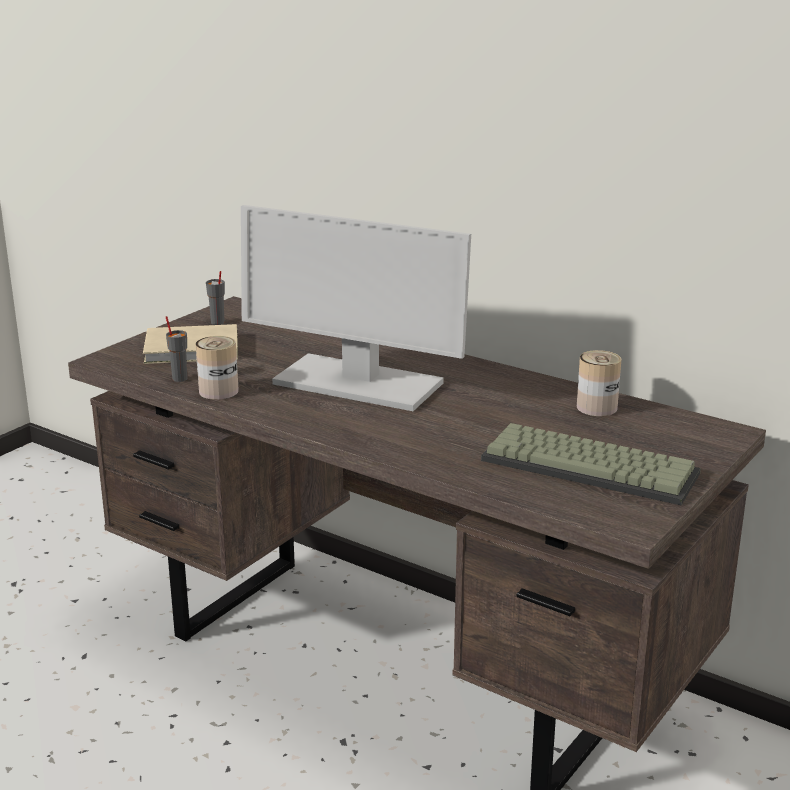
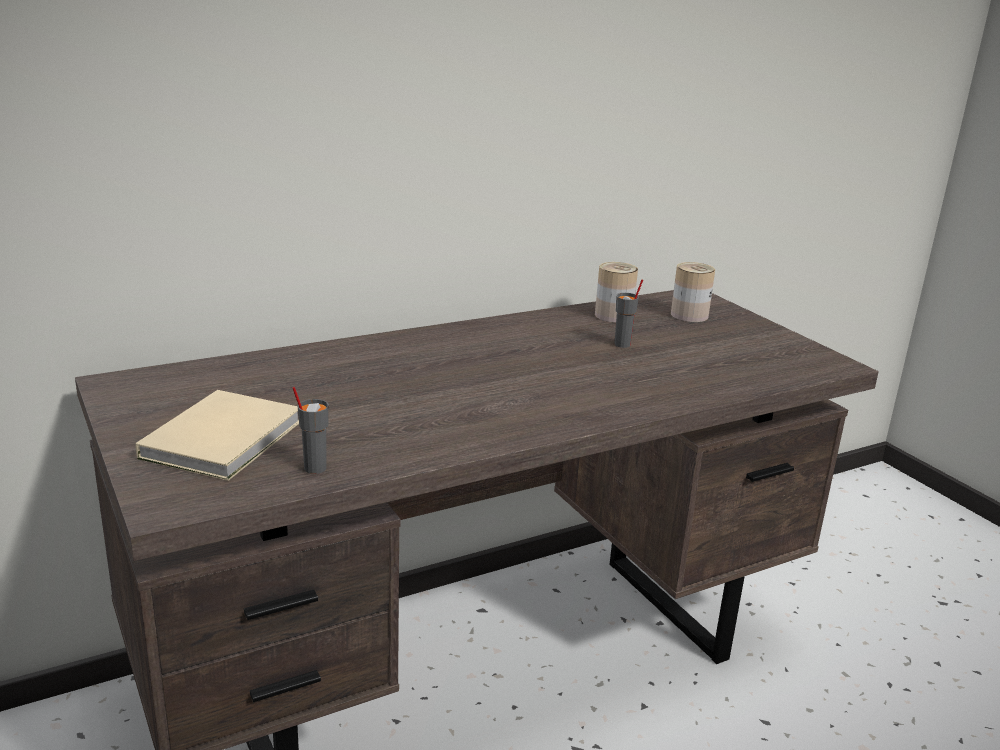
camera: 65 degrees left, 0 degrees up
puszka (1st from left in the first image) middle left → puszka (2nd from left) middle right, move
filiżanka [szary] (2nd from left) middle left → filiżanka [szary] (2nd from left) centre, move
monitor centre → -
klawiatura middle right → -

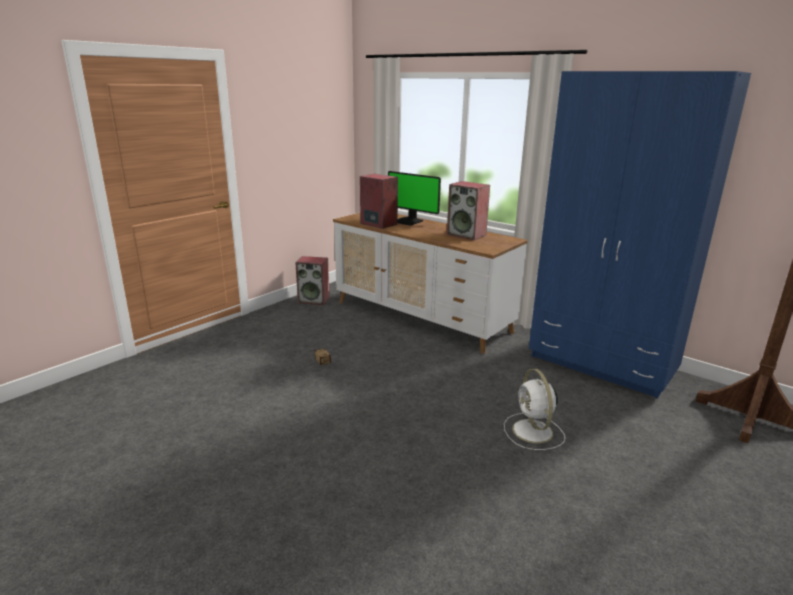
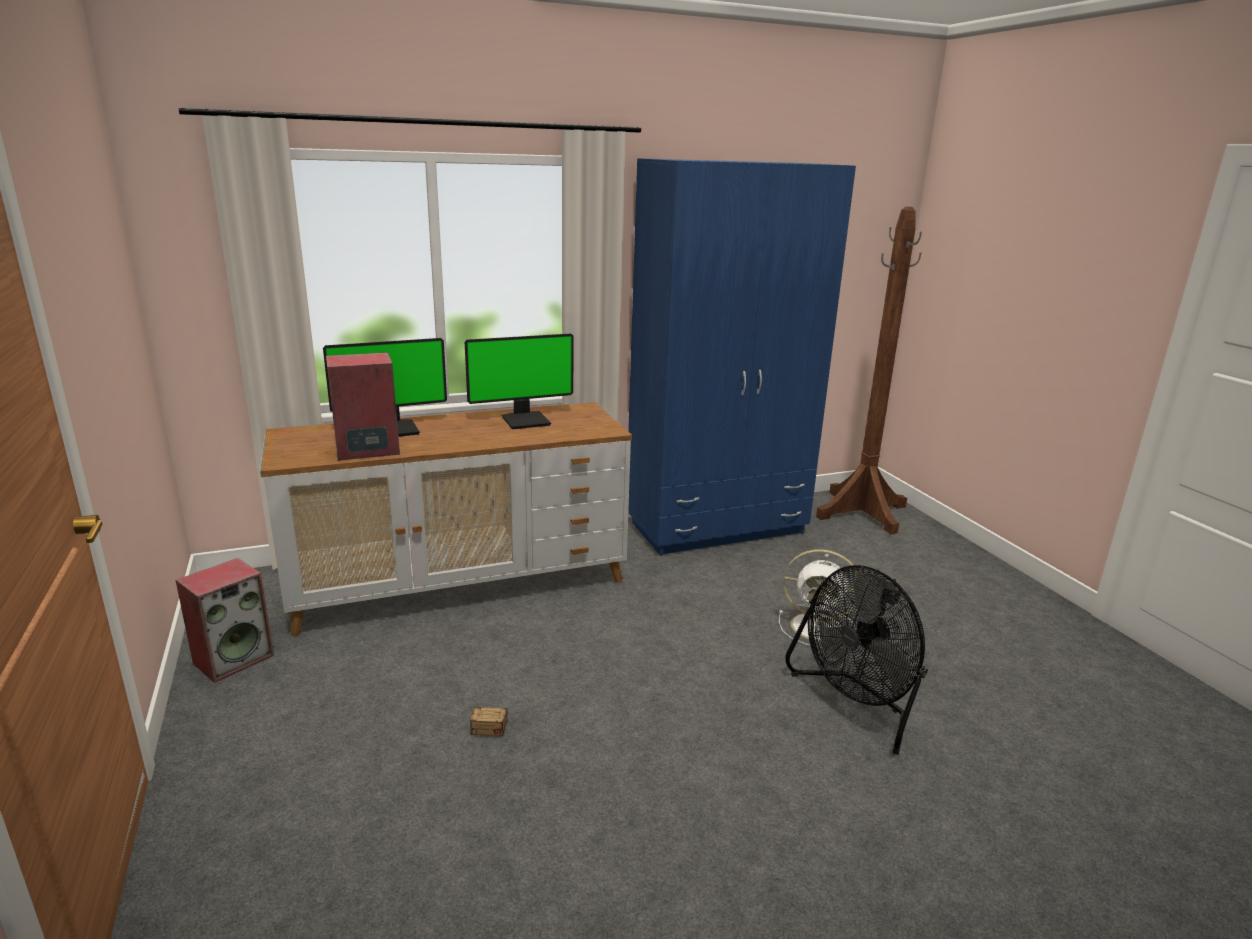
camera: 60 degrees left, 0 degrees up
głośnik (3rd from left) centre → monitor (2nd from left) centre
- → wentylator [czarny] bottom right

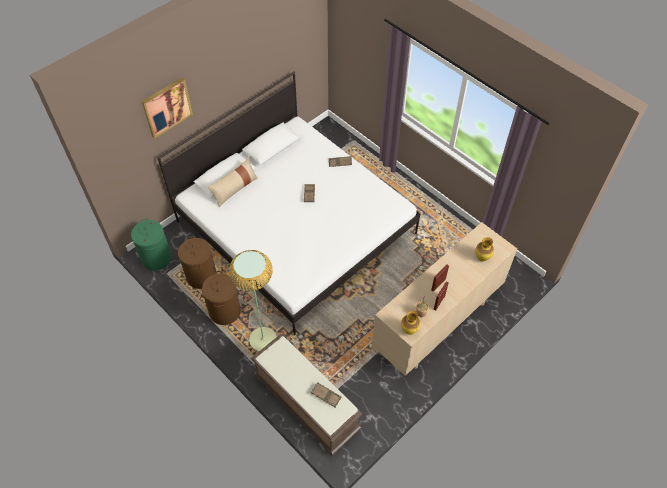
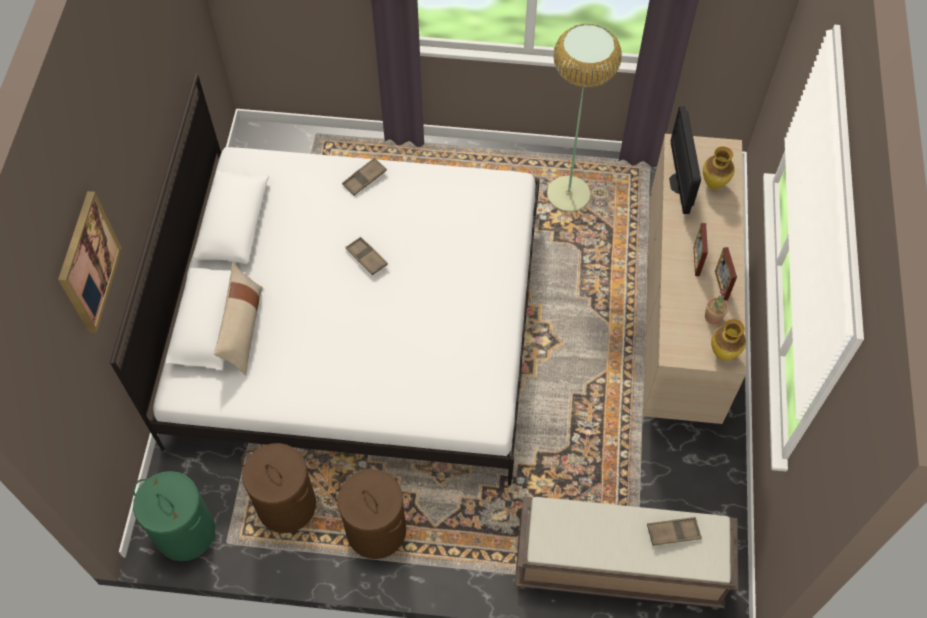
camera: 40 degrees left, 5 degrees up
lampa stojąca centre → lampa stojąca top centre, move
- → monitor top right

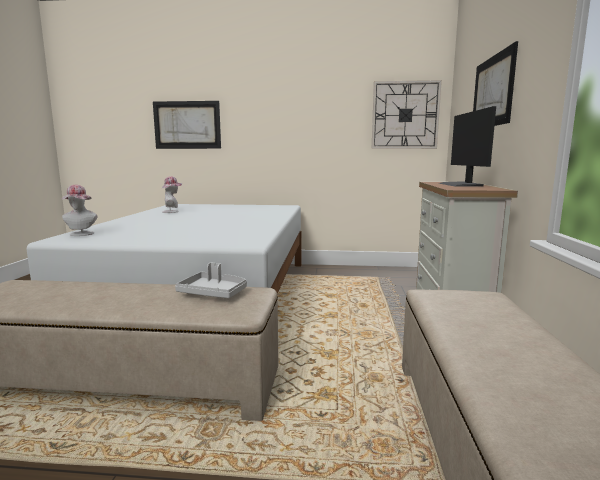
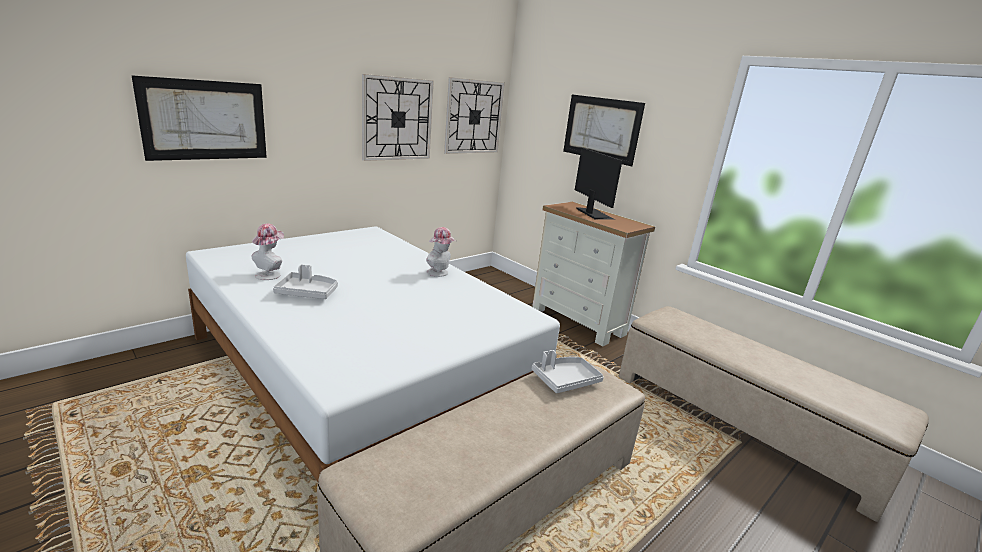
camera: 50 degrees left, 10 degrees up
kapelusz (1st from left in the first image) middle left → kapelusz (2nd from left) centre, move
monitor top right → monitor centre, 150 degrees counterclockwise
- → taca [szary] (1st from left) middle left
- → zegar ścienny (1st from left) top centre

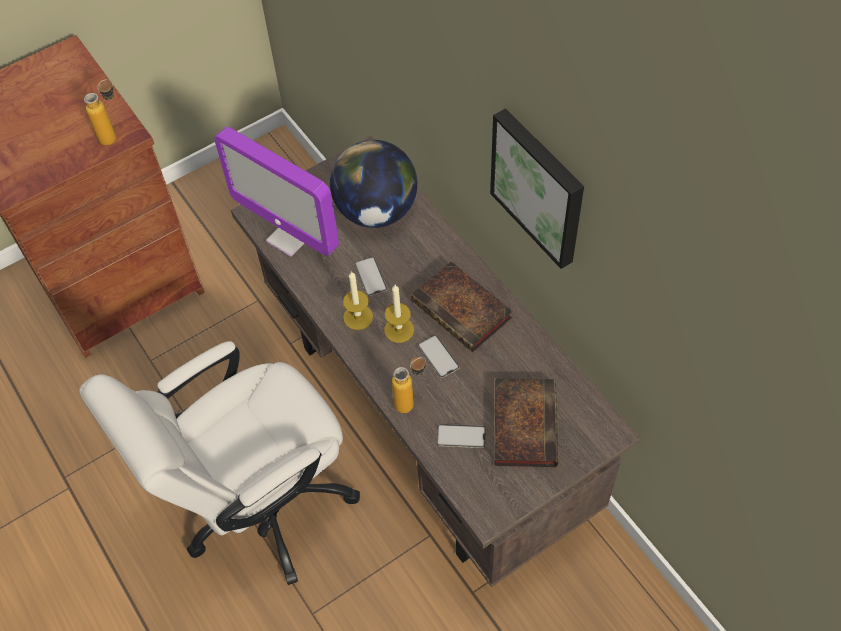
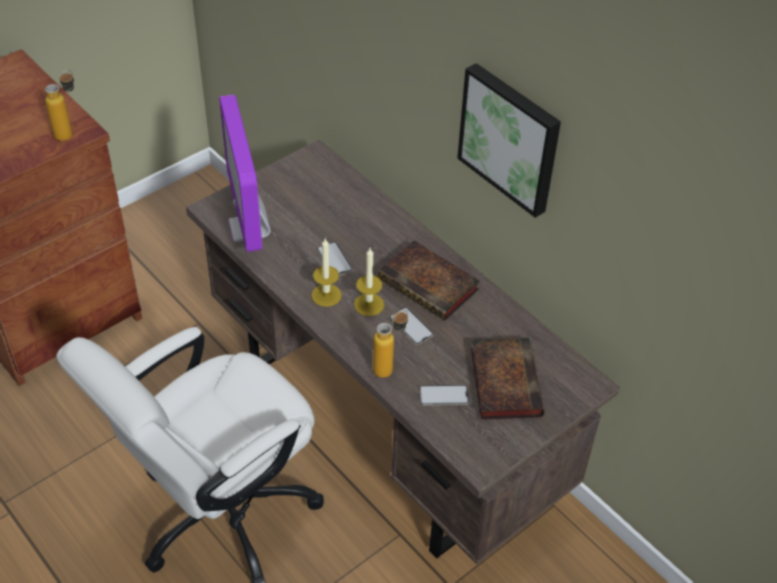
camera: 10 degrees left, 10 degrees down
monitor top left, 45 degrees clockwise
globus top centre → -

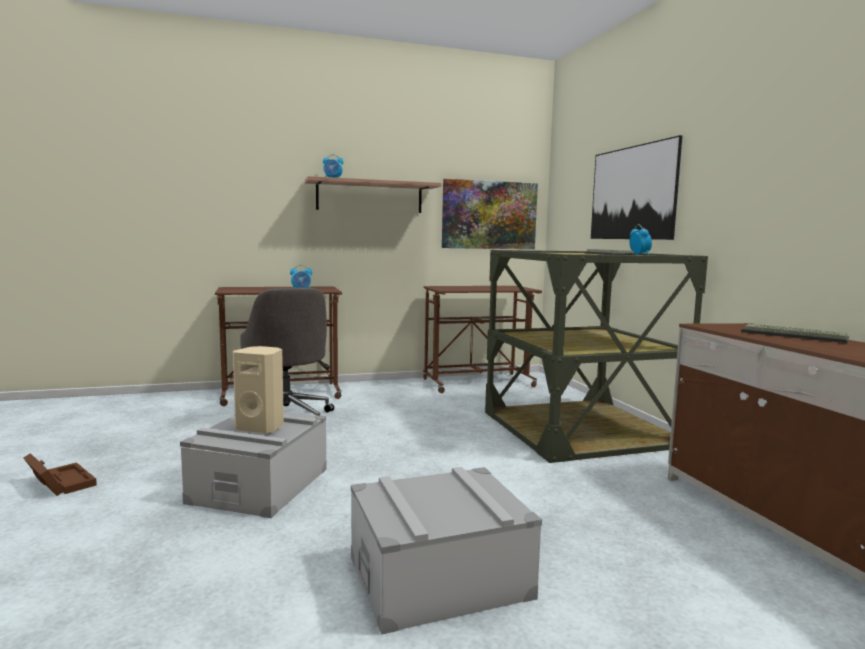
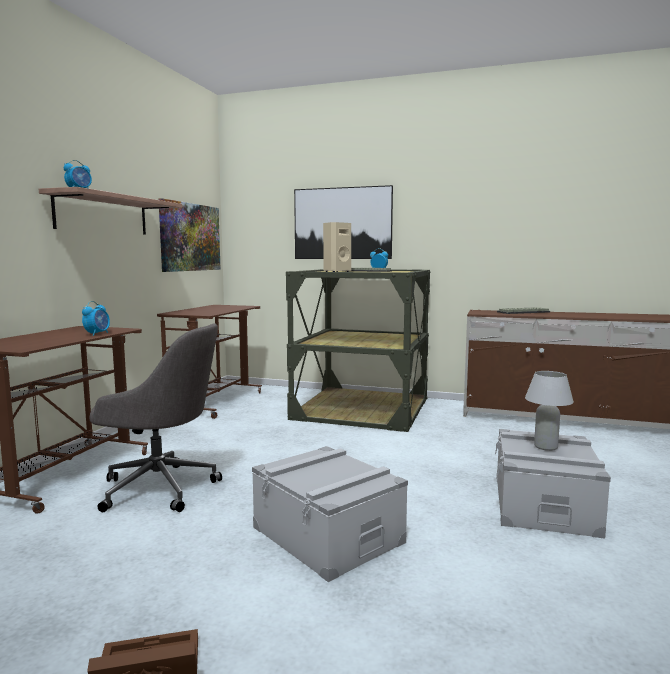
camera: 55 degrees left, 0 degrees up
głośnik [beżowy] middle left → głośnik [beżowy] centre, move
- → lampa stołowa [biały] middle right

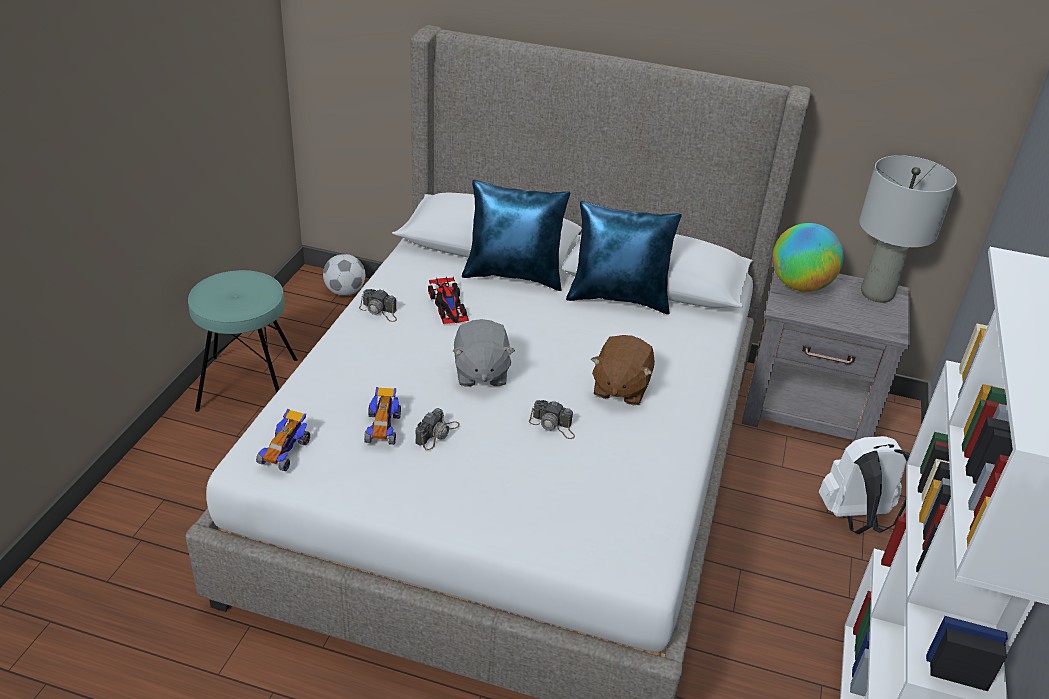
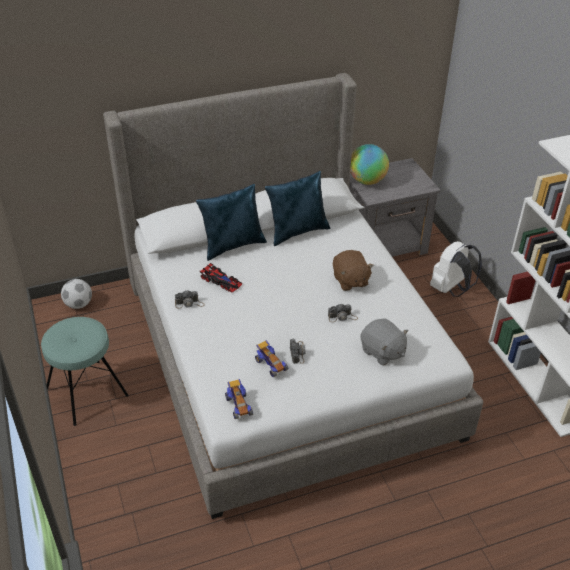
camera: 35 degrees left, 5 degrees up
pluszak [szary] centre → pluszak [szary] middle right, move
lampa stołowa [szary] top right → -

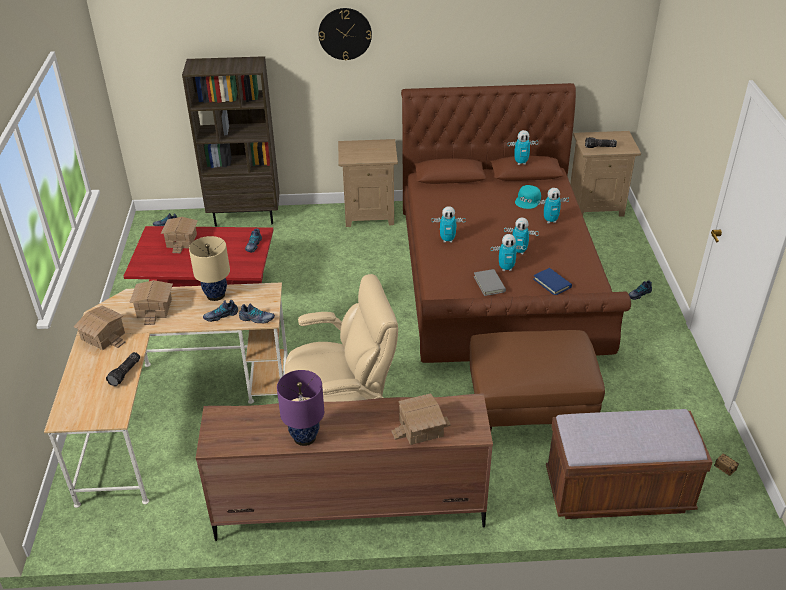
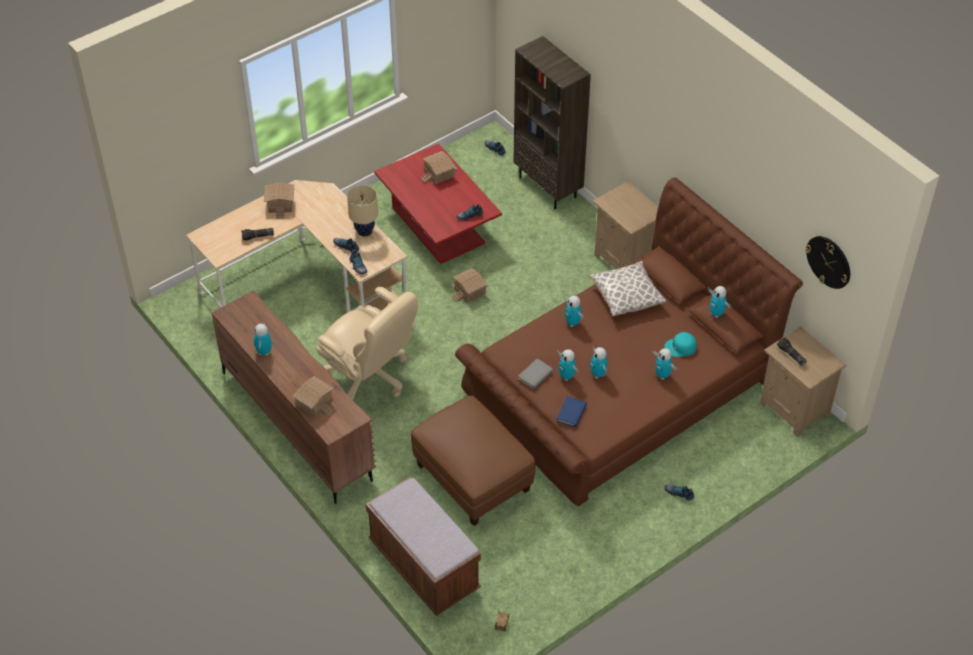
camera: 55 degrees right, 10 degrees up
domek (2nd from left in the first image) middle left → domek (4th from left) centre, move
lampa stołowa [fioletowy] bottom centre → robot zabawkowy (1st from left) middle left
zegar ścienny top centre → zegar ścienny middle right, move
- → poduszka centre

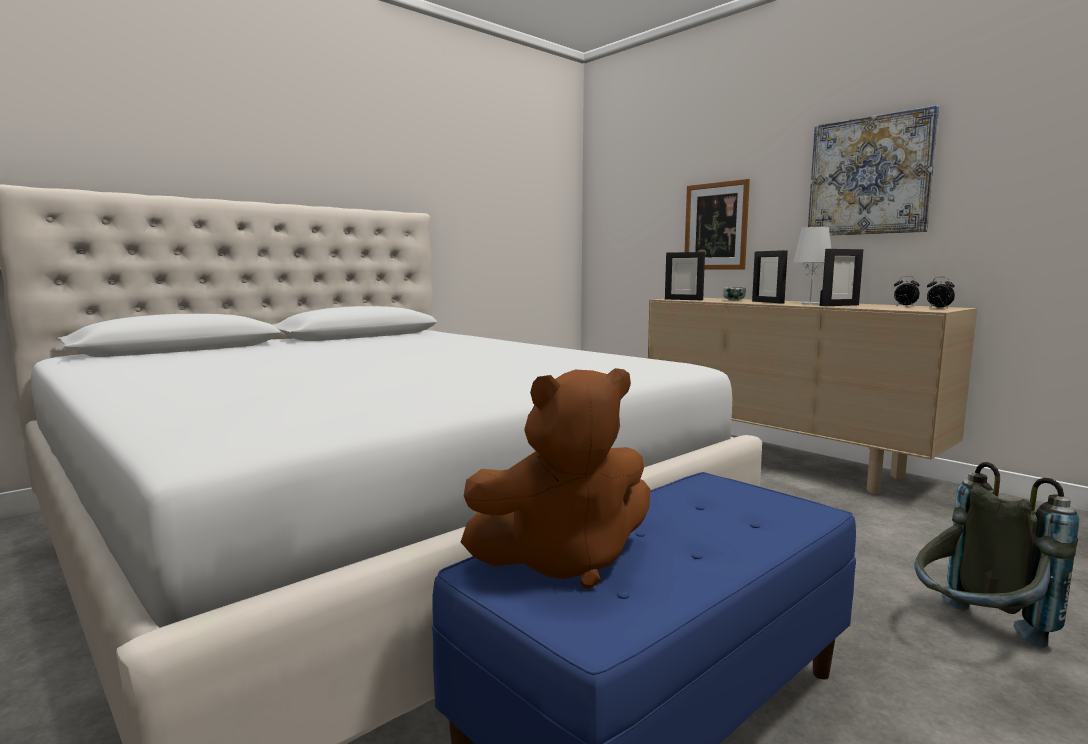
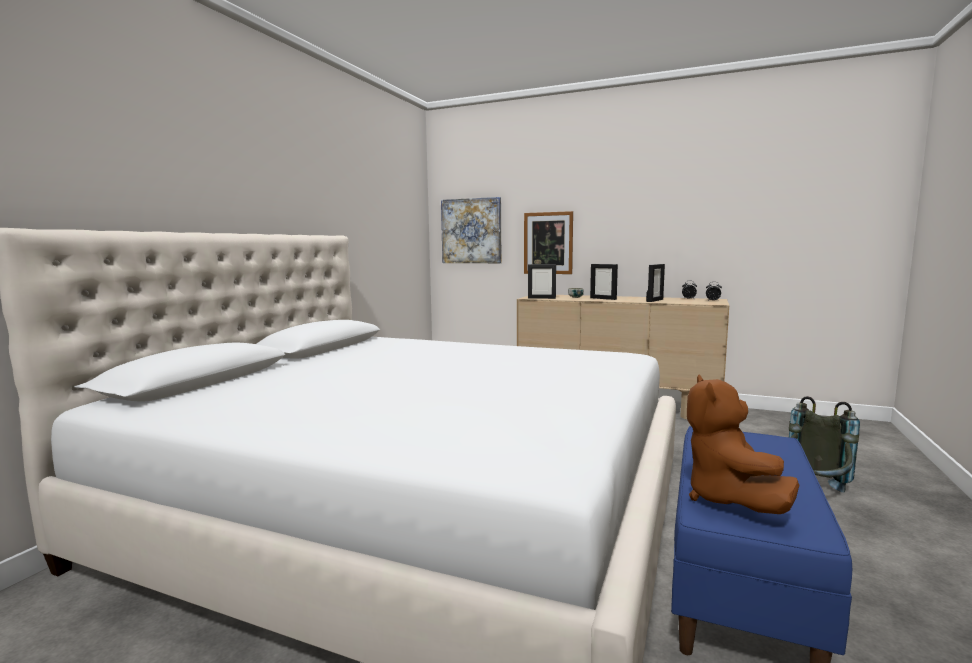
camera: 25 degrees left, 0 degrees up
pluszak [brązowy] centre → pluszak [brązowy] bottom right, 135 degrees clockwise
lampa stołowa [biały] middle right → -
obraz (2nd from left in the first image) top right → obraz (1st from left) centre, move

